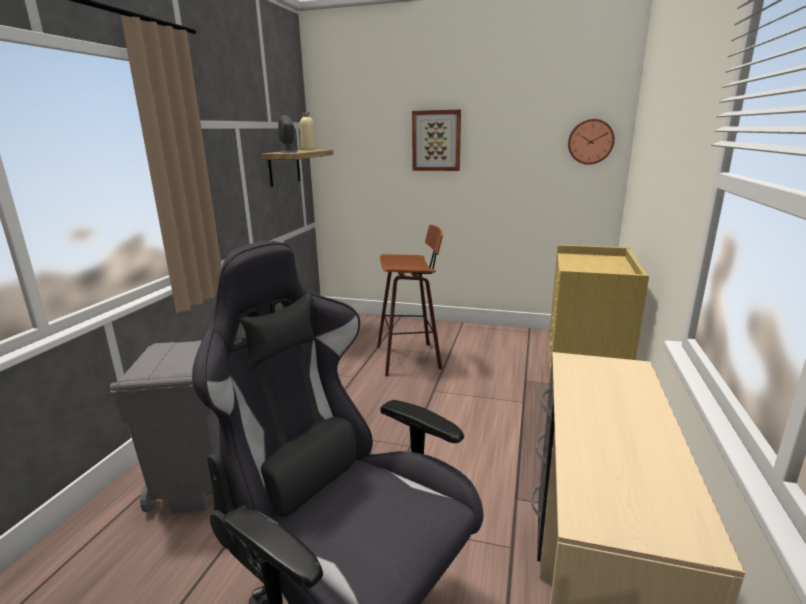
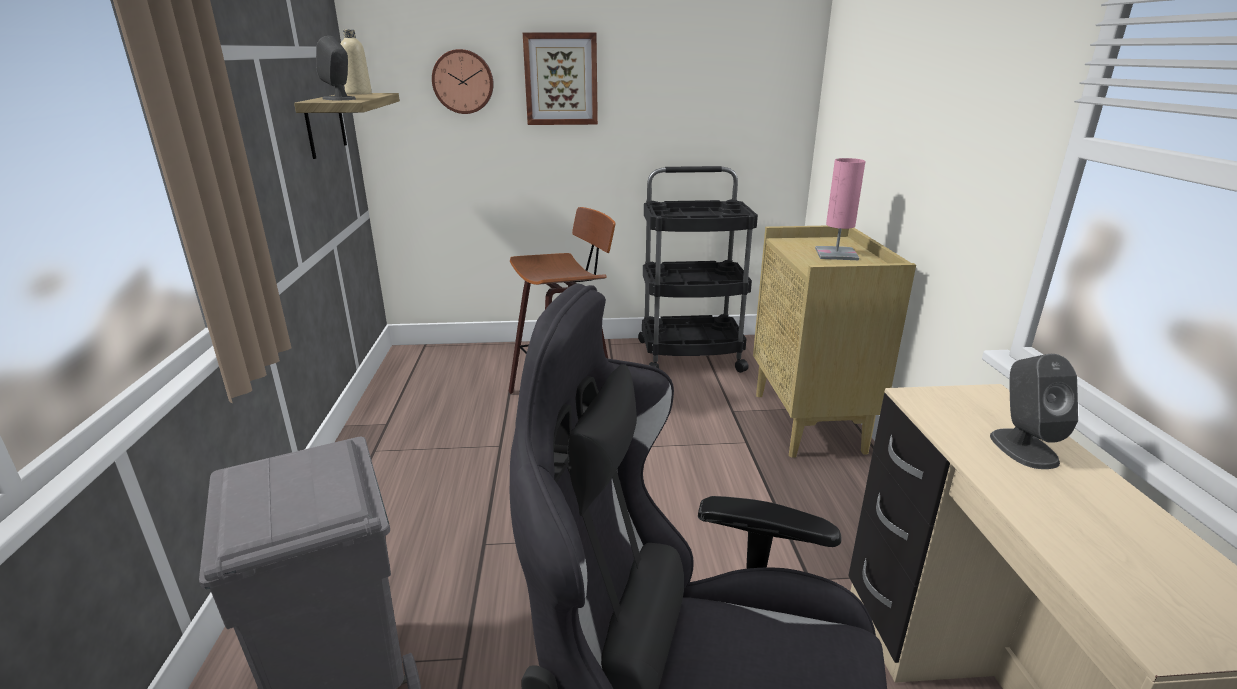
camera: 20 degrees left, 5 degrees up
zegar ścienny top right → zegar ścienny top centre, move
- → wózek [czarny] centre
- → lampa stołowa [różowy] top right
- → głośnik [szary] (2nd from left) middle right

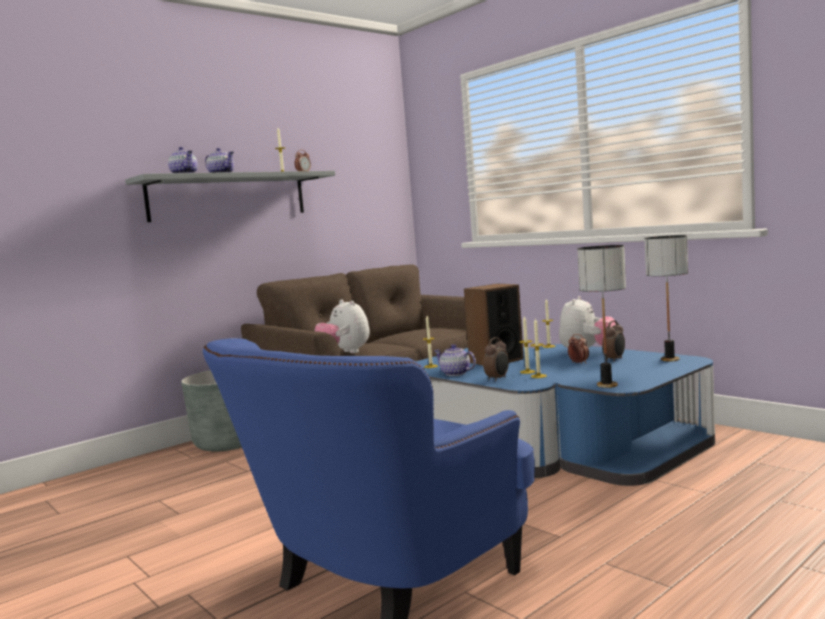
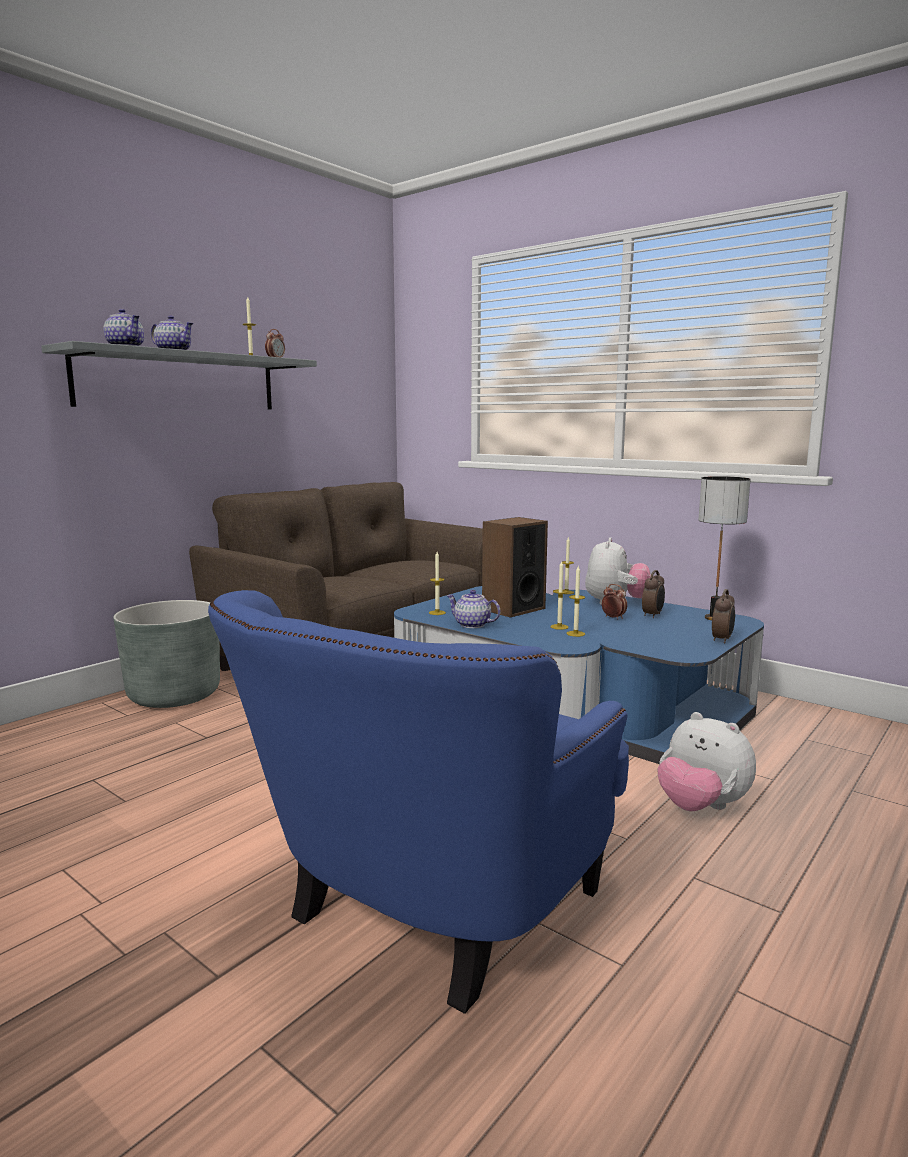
camera: 10 degrees left, 5 degrees up
pluszak (1st from left in the first image) centre → pluszak (2nd from left) middle right, move
budzik (2nd from left in the first image) centre → budzik (4th from left) middle right, move
lampa stołowa (1st from left) middle right → -

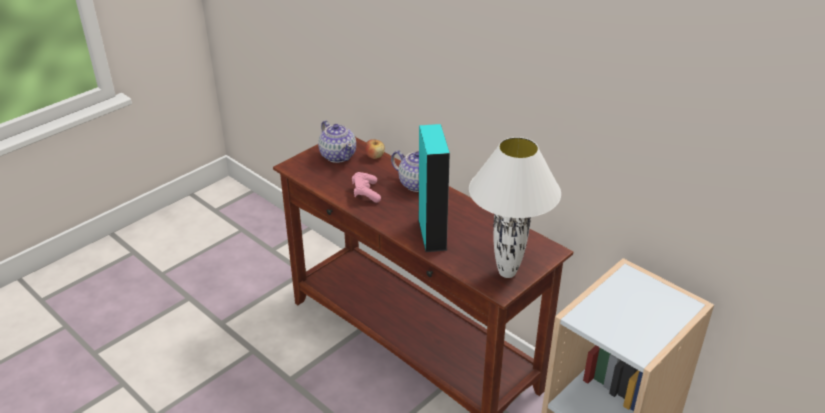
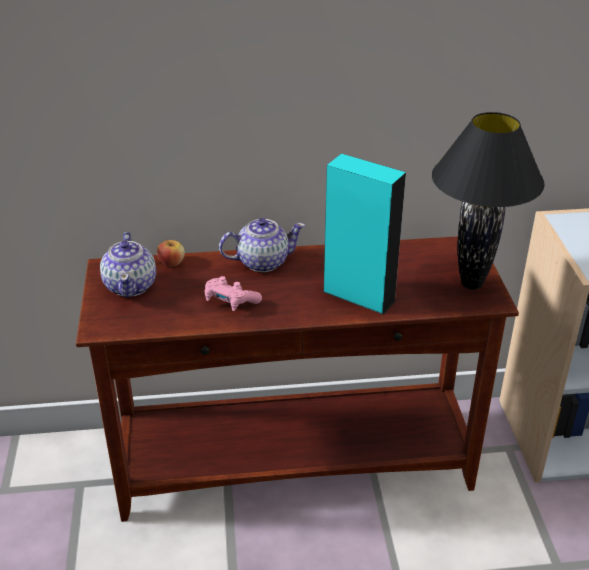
camera: 50 degrees left, 0 degrees up
imbryk (1st from left) centre → imbryk (1st from left) middle left, 75 degrees clockwise
lampa stołowa [biały] centre → lampa stołowa [czarny] middle right

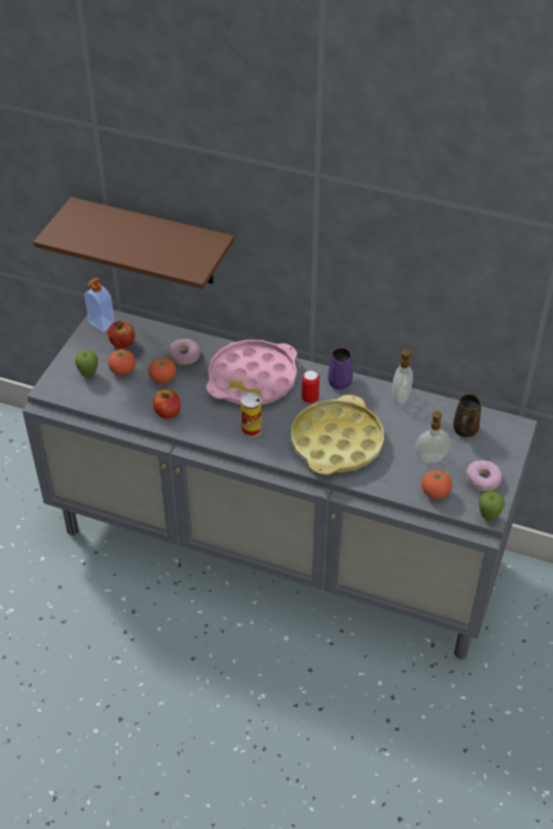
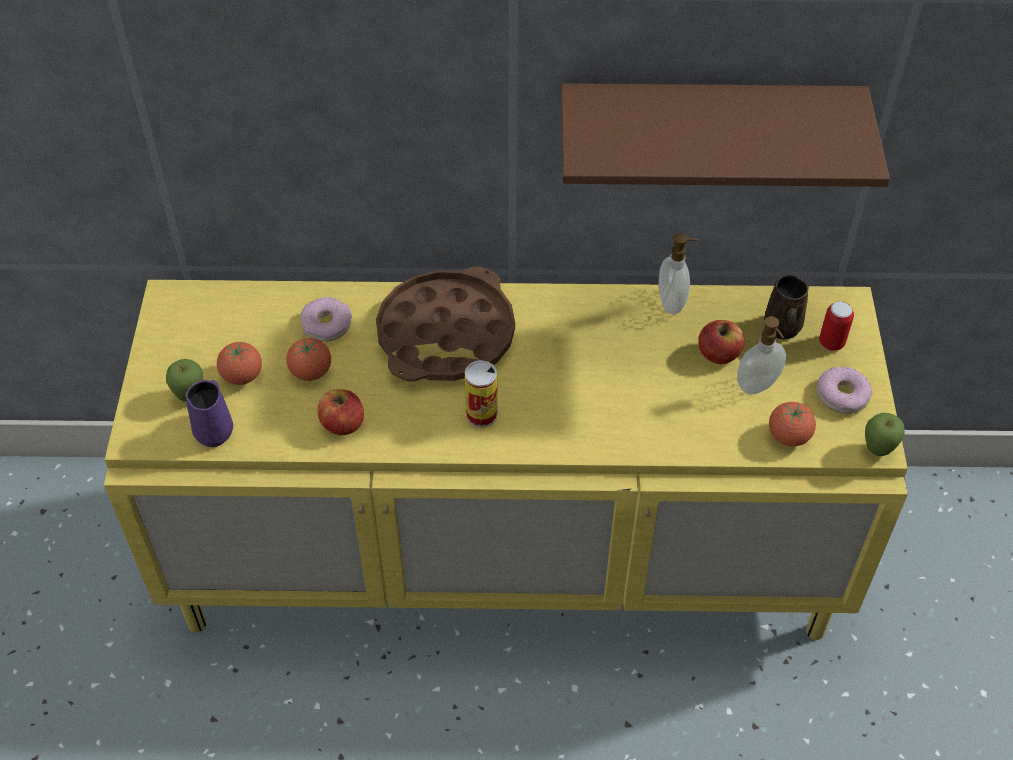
camera: 20 degrees left, 5 degrees up
szafka [szary] centre → szafka [żółty] centre
półka [brązowy] top left → półka [brązowy] top right, move
dozownik mydła (1st from left) middle left → -
jabłko (2nd from left in the first image) middle left → jabłko (3rd from left) middle right, move
taca [różowy] centre → taca [brązowy] centre
taca [żółty] centre → -
puszka (2nd from left) centre → puszka (2nd from left) middle right, move
kubek [fioletowy] centre → kubek [fioletowy] middle left, move

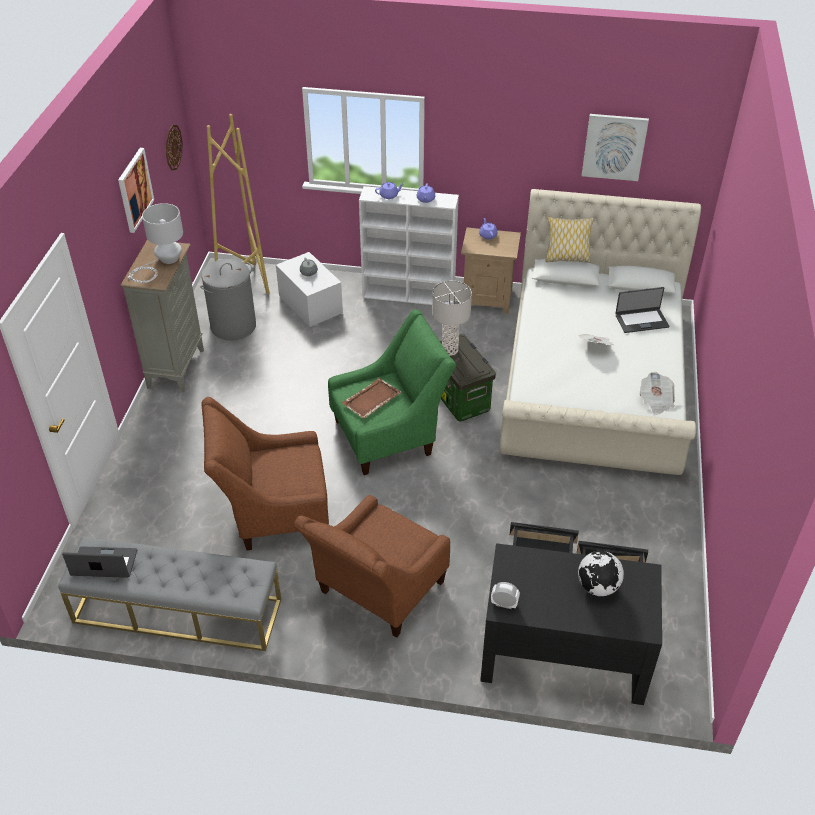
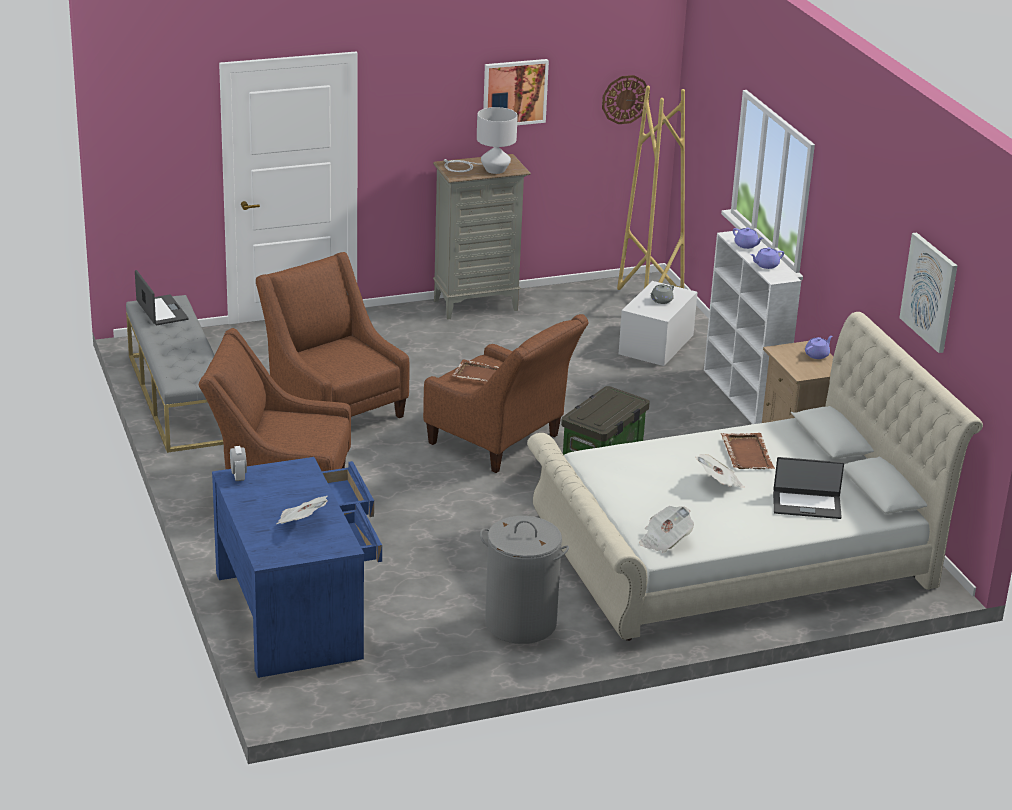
camera: 60 degrees right, 15 degrees down
kosz na pranie [szary] middle left → kosz na pranie [szary] bottom centre, move
fotel [zielony] centre → fotel [brązowy] (3rd from left) centre
lampa stołowa [biały] (2nd from left) centre → -
biurko [czarny] bottom right → biurko [niebieski] bottom left
poduszka top right → -
globus bottom right → gazeta (1st from left) middle left
laptop (2nd from left) middle right, 45 degrees counterclockwise
- → taca [brązowy] (2nd from left) middle right

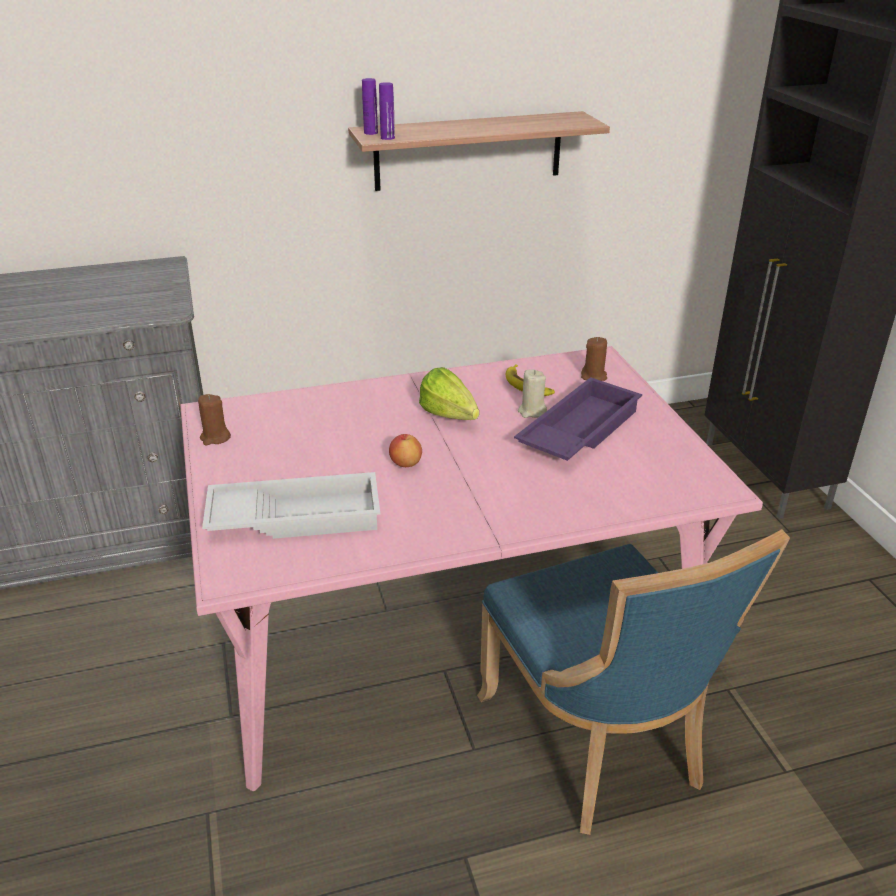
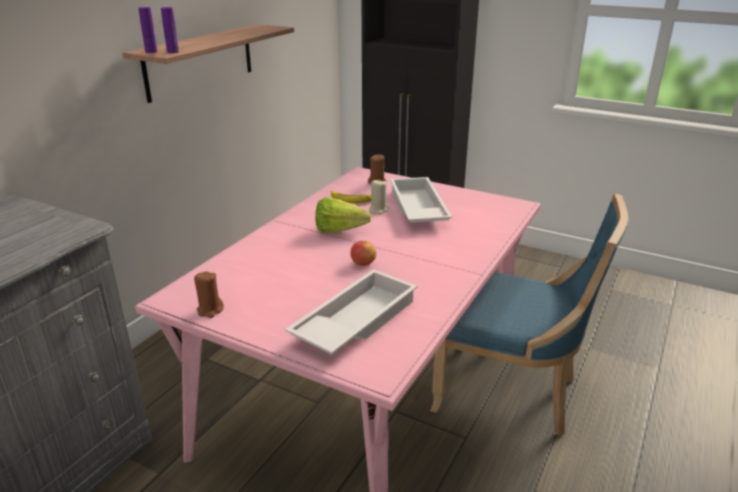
camera: 45 degrees left, 5 degrees down
taca [fioletowy] centre → taca [biały] (2nd from left) centre

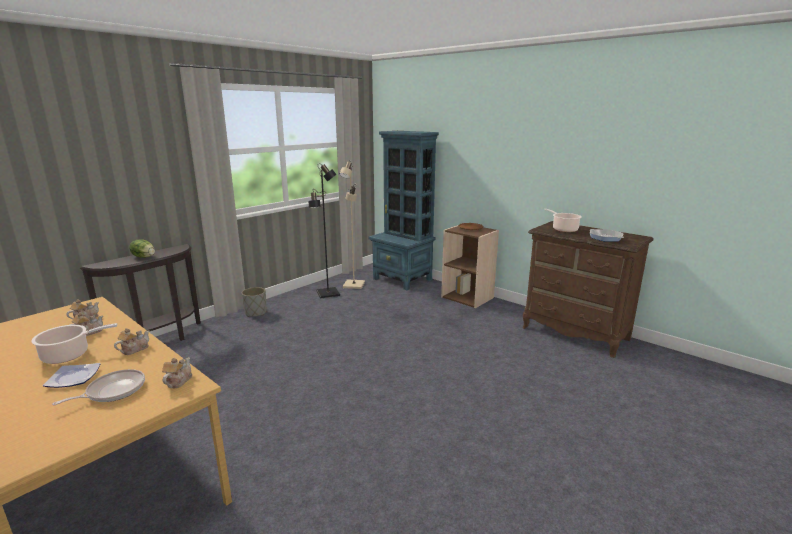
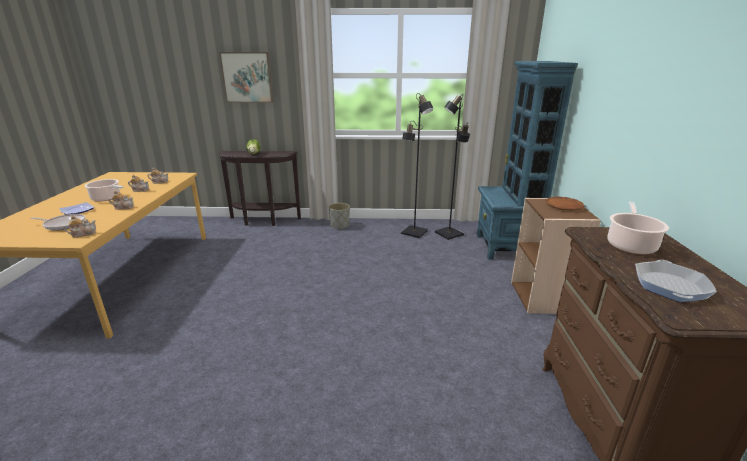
camera: 50 degrees right, 5 degrees up
lampa stojąca [beżowy] centre → lampa stojąca [czarny] (2nd from left) centre
- → obraz top left

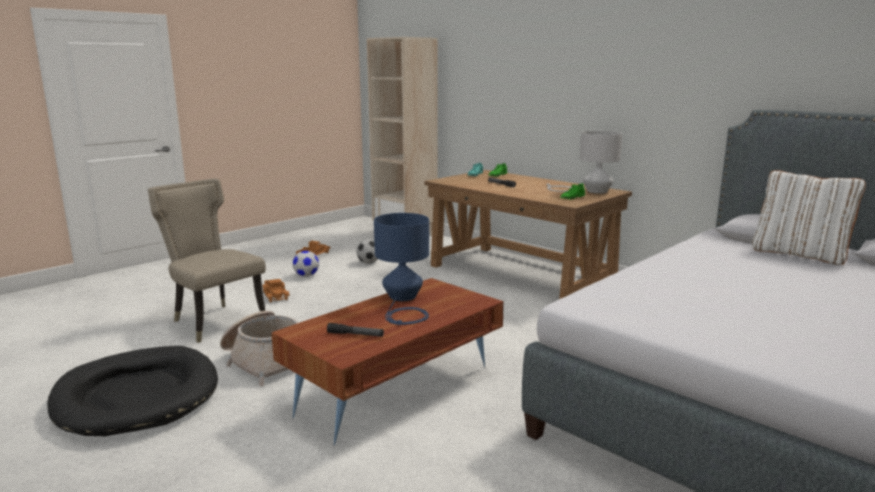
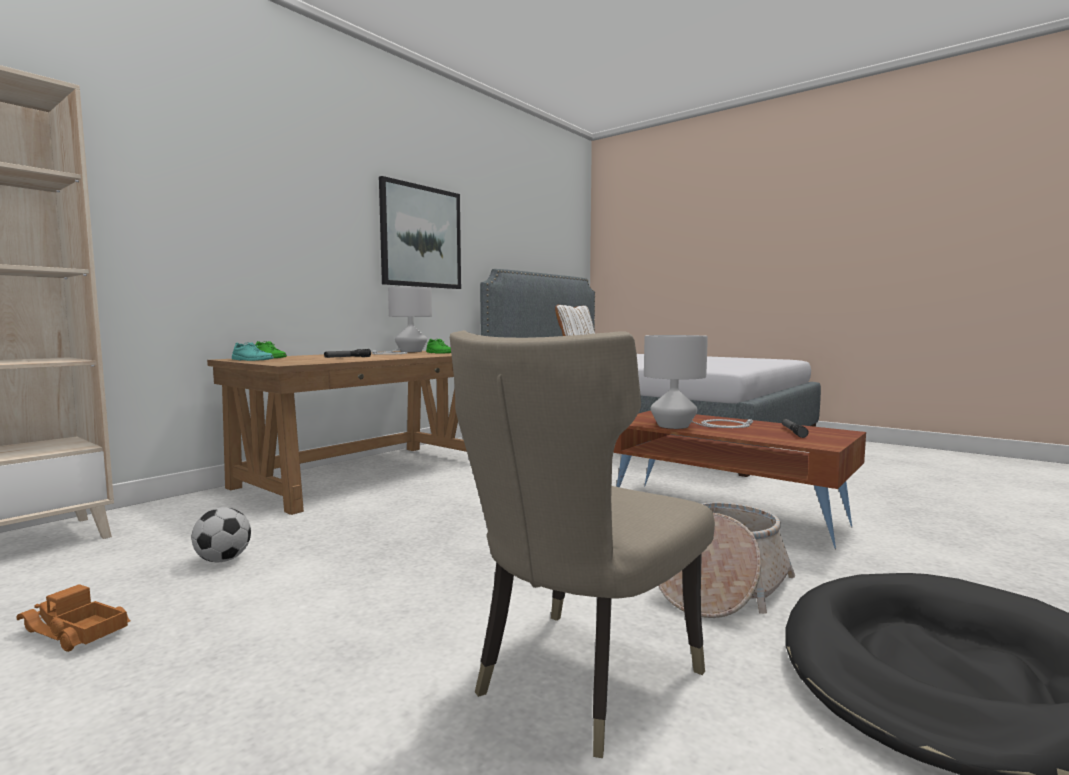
camera: 95 degrees left, 10 degrees down
ciężarówka zabawkowa (1st from left) middle left → -
piłka futbolowa (1st from left) centre → -
lampa stołowa [niebieski] centre → lampa stołowa [szary] (2nd from left) centre
- → obraz top centre

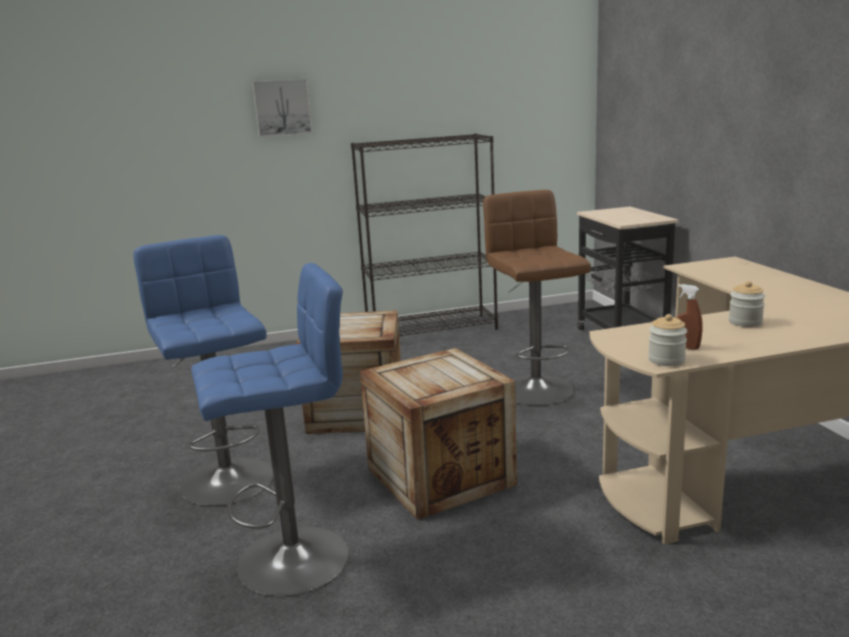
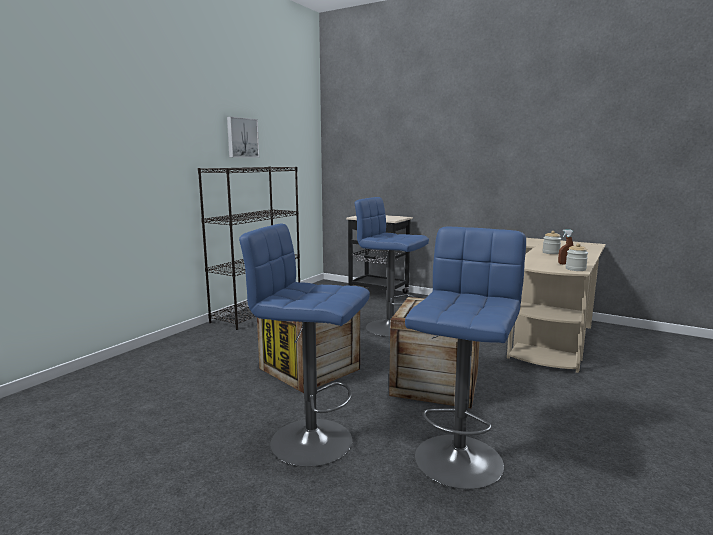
camera: 45 degrees left, 5 degrees down
obraz top left → obraz top centre, move
stołek [brązowy] centre → stołek [niebieski] (2nd from left) centre

